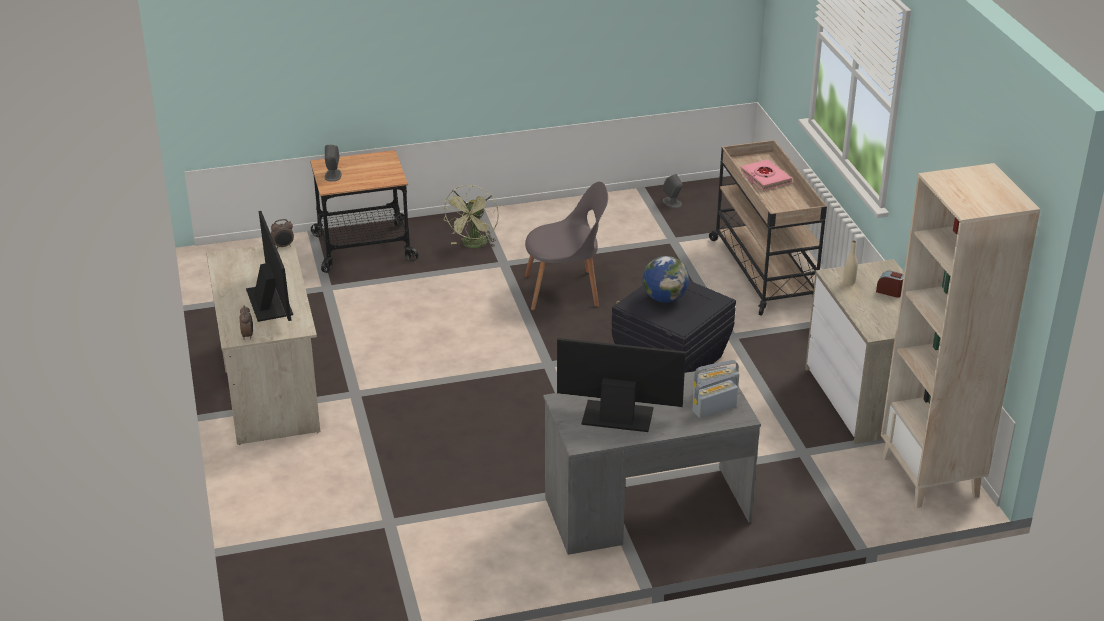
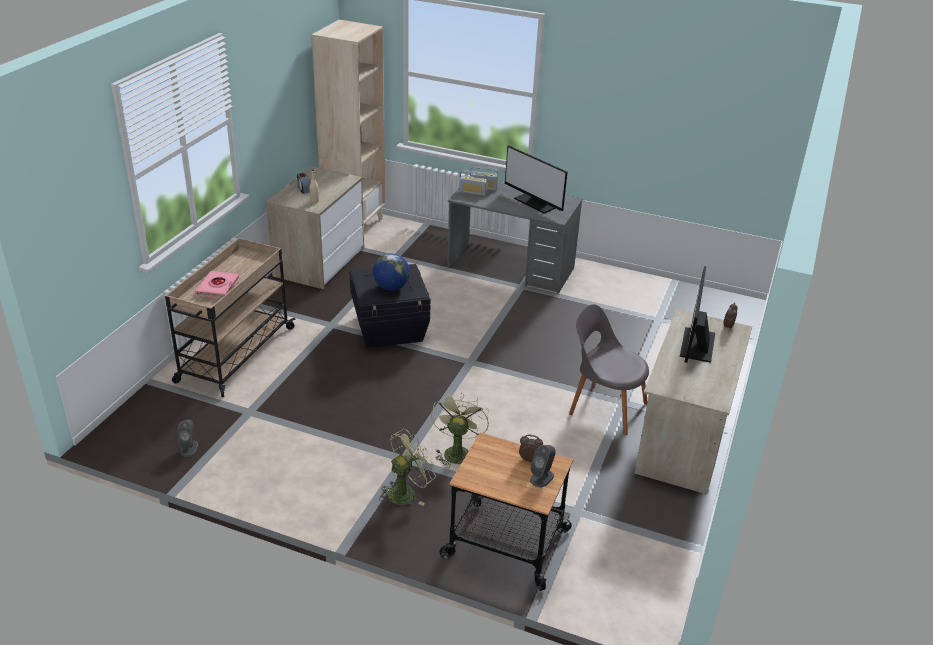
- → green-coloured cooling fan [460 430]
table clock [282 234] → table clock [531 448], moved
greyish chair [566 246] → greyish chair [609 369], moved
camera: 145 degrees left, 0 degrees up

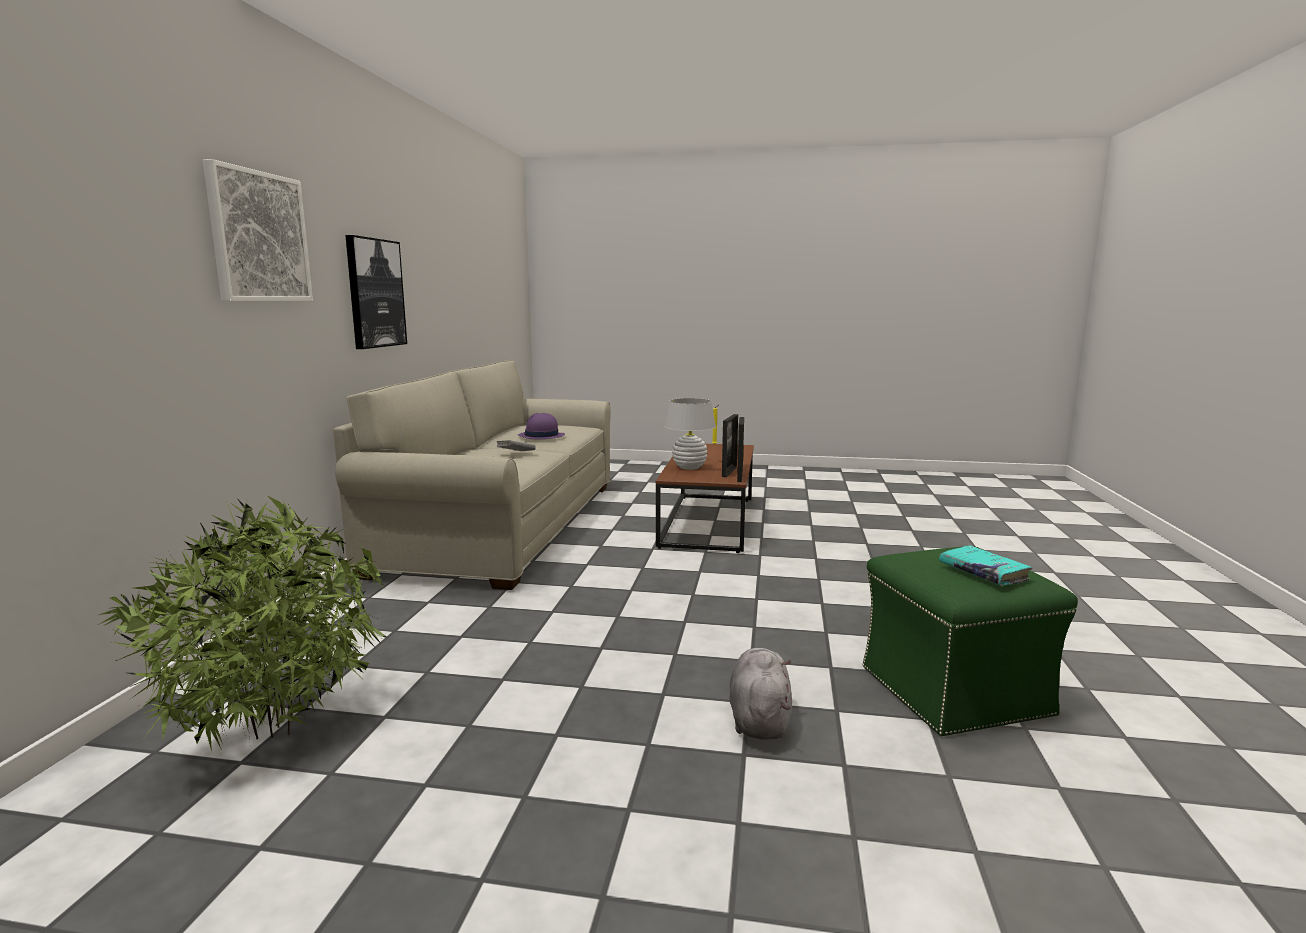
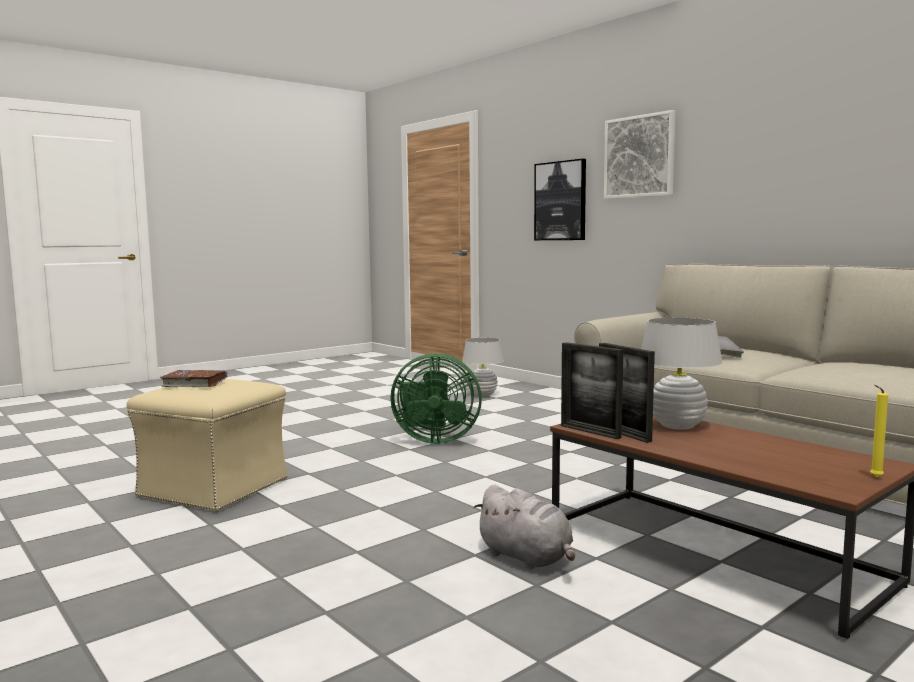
green-coloured footrest [970 641] → beige-coloured footrest [207 445]
turquoise bound book [985 565] → brown bound book [193 378]
- → green-coloured cooling fan [436 398]
houseplant [243 623] → white table lamp [483 367]
greyish cuddly toy [761 694] → greyish cuddly toy [524 527], moved
wall art [376 292] → wall art [560 199], moved
purple-coloured clothing hat [541 426] → -
camera: 130 degrees right, 5 degrees down

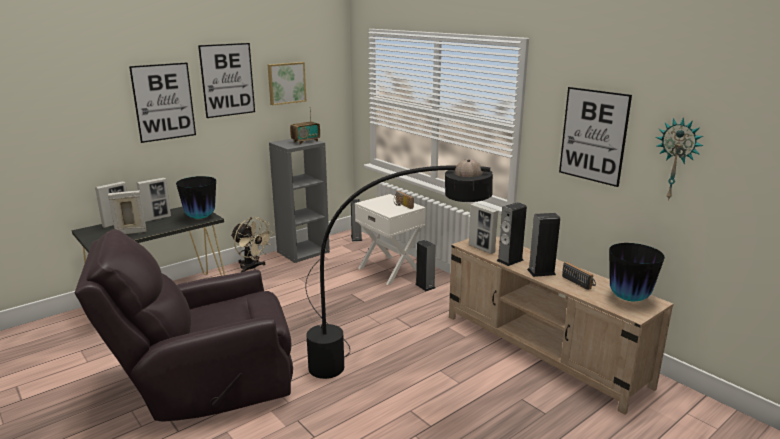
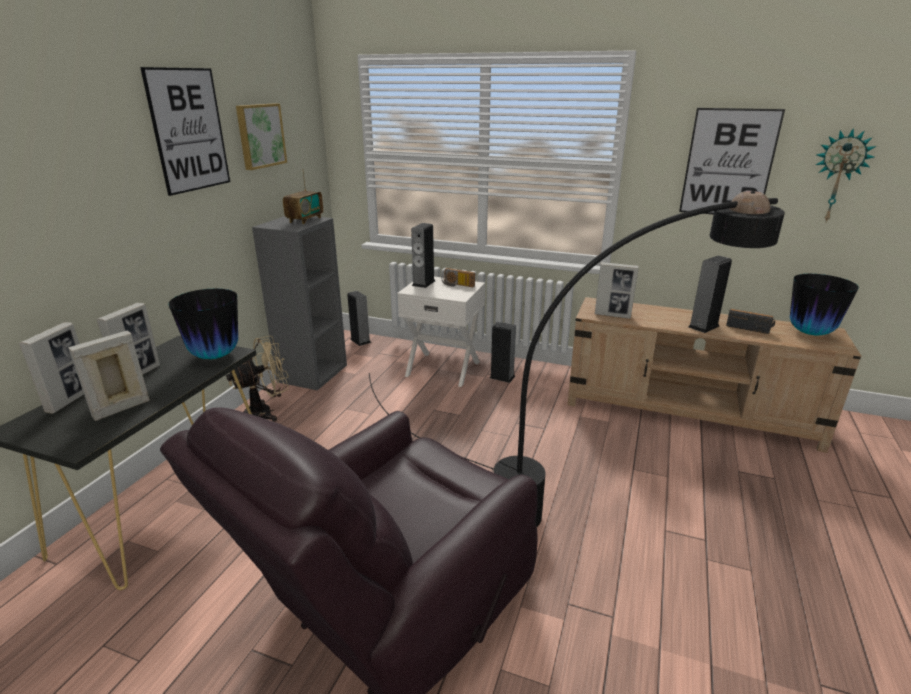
beige-coloured cooling fan [252 244] → beige-coloured cooling fan [257 378], 45 degrees counterclockwise
speaker [512 234] → speaker [423 255], moved
wall art [162 103] → -
camera: 30 degrees left, 5 degrees up

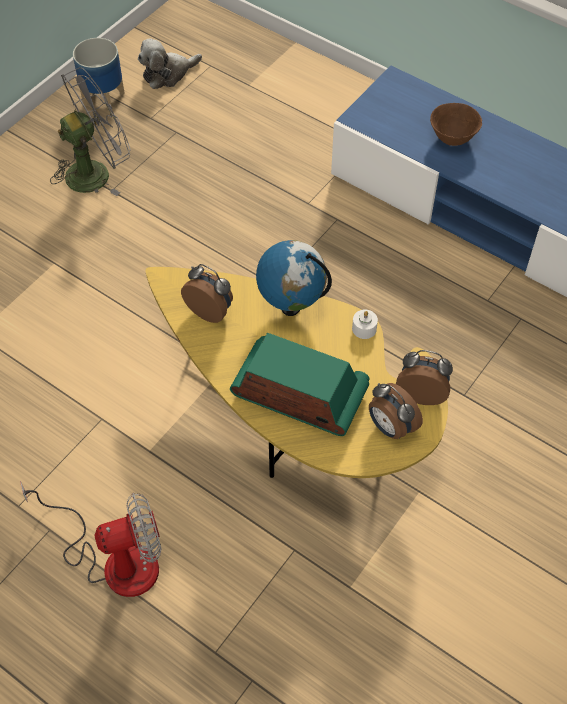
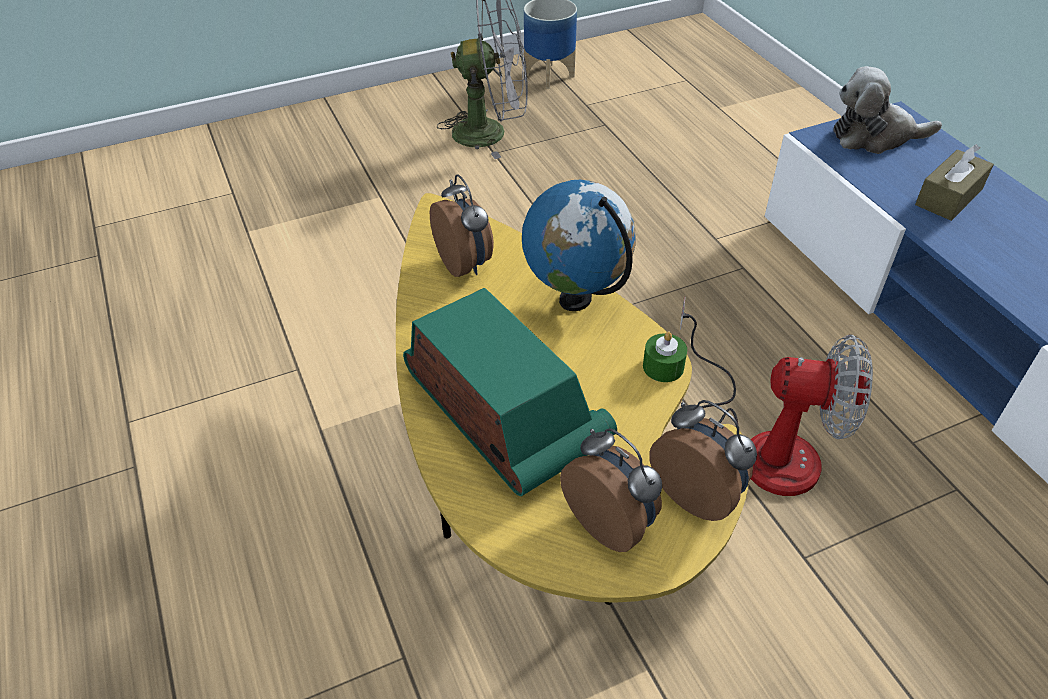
table clock [396 411] → table clock [611 490], 150 degrees clockwise
white candle [365 324] → green-coloured candle [665 356]
cooling fan [91 539] → cooling fan [776 397], moved
cuddly toy [170 64] → cuddly toy [887 110], moved
brown deep dish [456 124] → brown tissue box [954 182]
camera: 30 degrees right, 10 degrees down

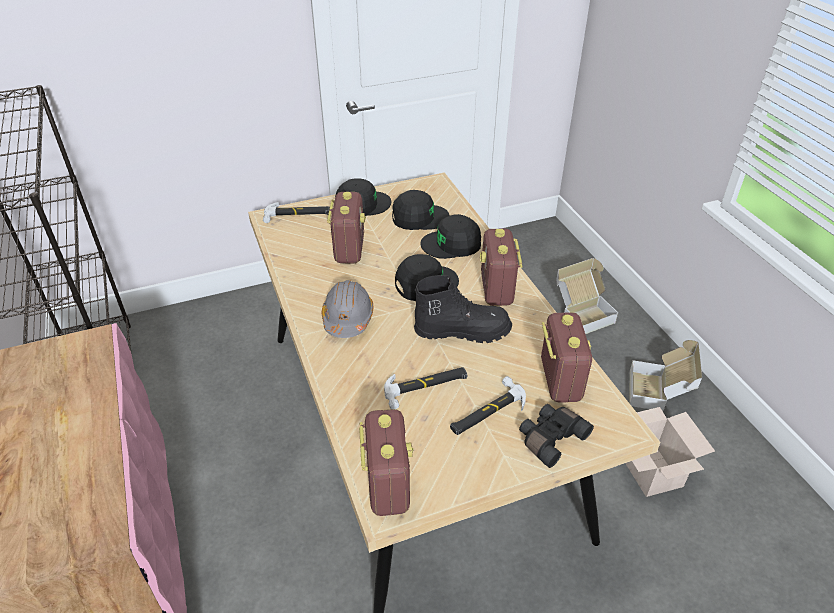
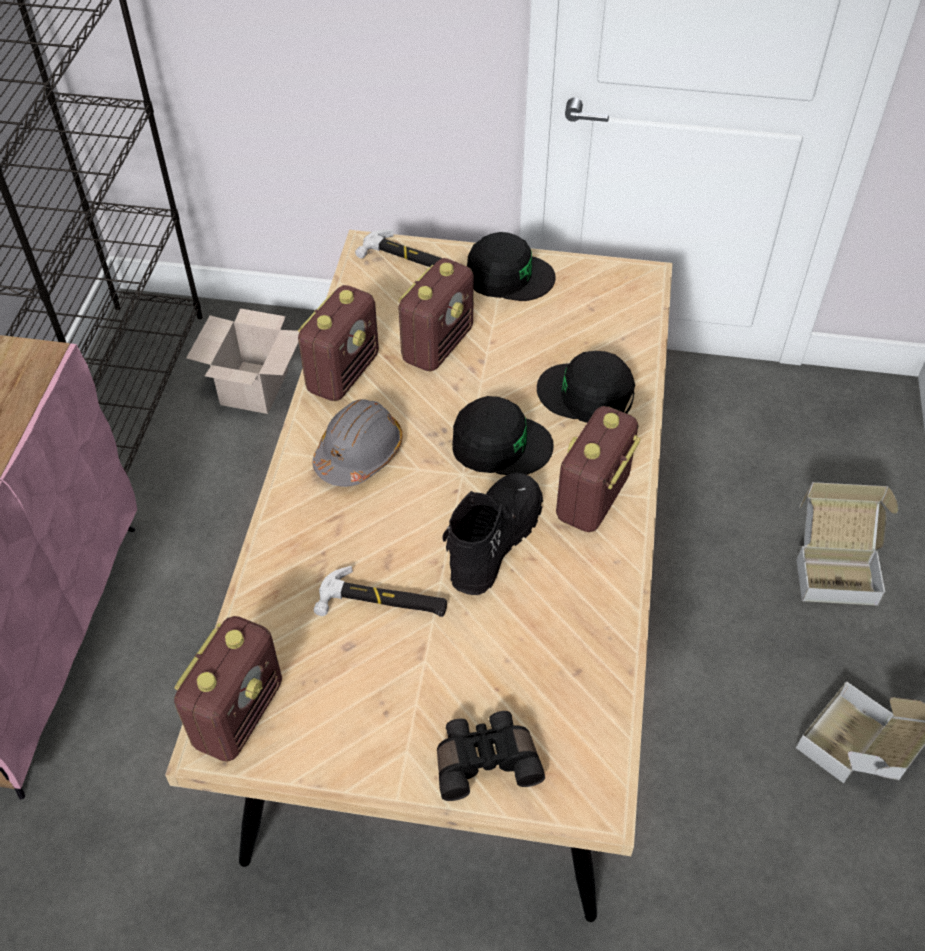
packing box [670 452] → packing box [242 361], moved
radio receiver [566 357] → radio receiver [338 343], moved
blackish tall boot [463 309] → blackish tall boot [492 534], 90 degrees counterclockwise
blackish peaked cap [421 210] → -
tool hammer [488 405] → -
camera: 30 degrees right, 10 degrees up

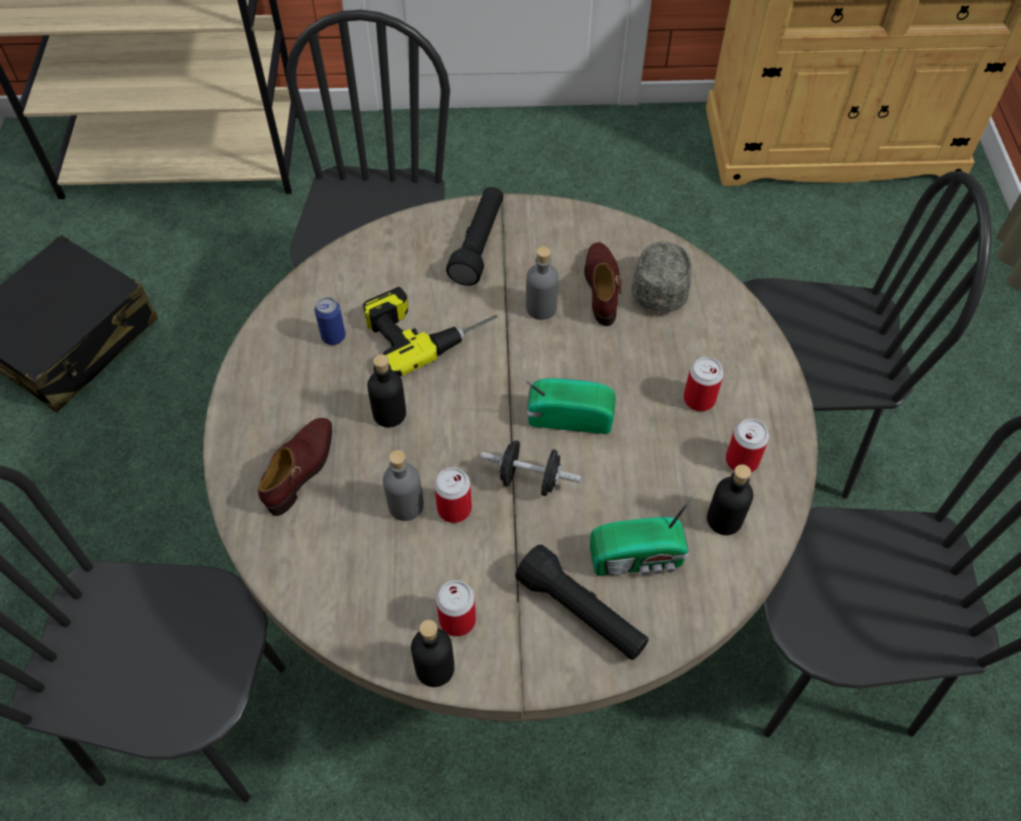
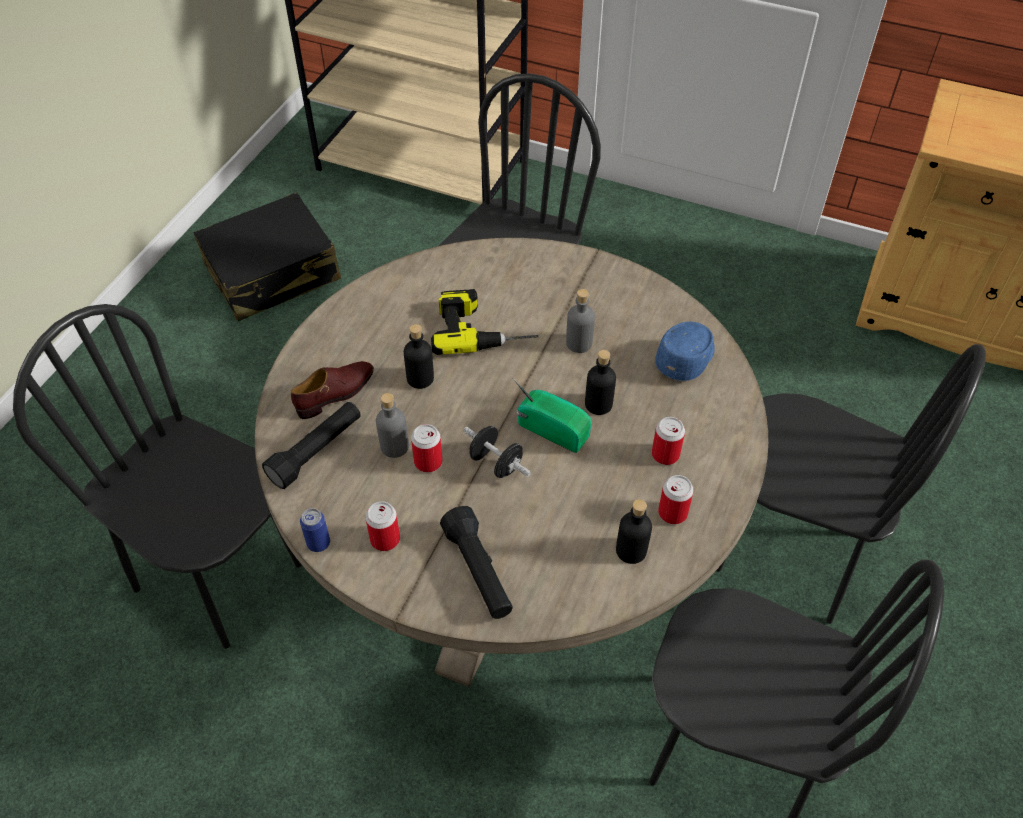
blackish torch [475 236] → blackish torch [311 445], moved
sealed can [330 321] → sealed can [315 530], moved
blackish drink bottle [432 653] → blackish drink bottle [600 382], moved
greyish peaked cap [662 277] → blue-coloured peaked cap [685 351]
brown item of footwear [602 284] → -
radio receiver [643 533] → -
camera: 25 degrees right, 5 degrees down

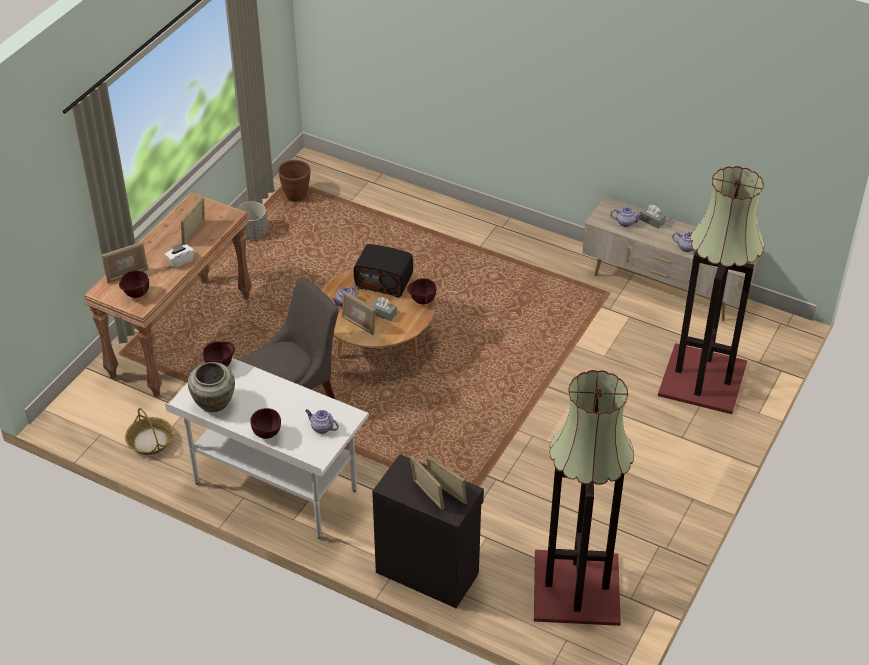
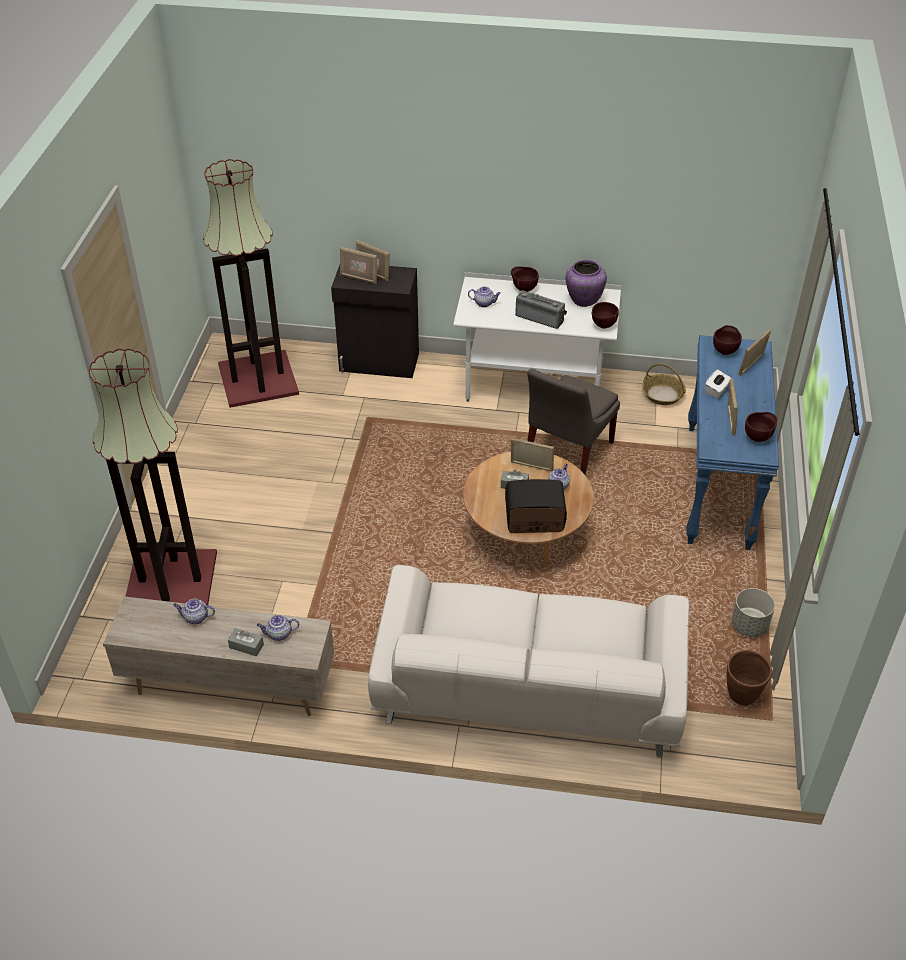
- → white sofa [529 661]
- → radio receiver [541 309]
beige-coloured vase [211 387] → purple-coloured vase [586 283]
brown narrow table [168 295] → blue-coloured narrow table [732 442]
brown deep dish [421 291] → brown deep dish [761 427], moved
camera: 160 degrees right, 0 degrees up

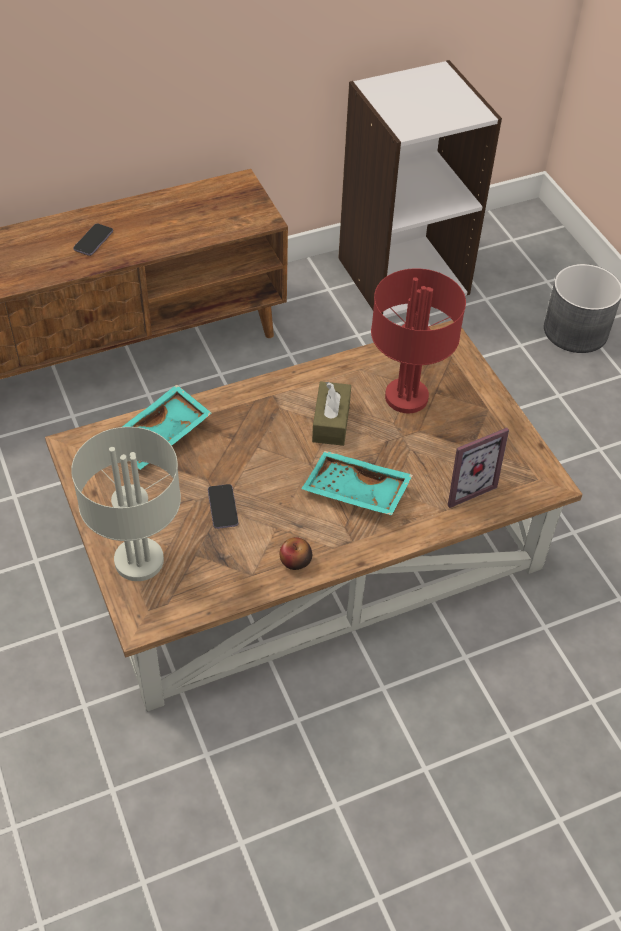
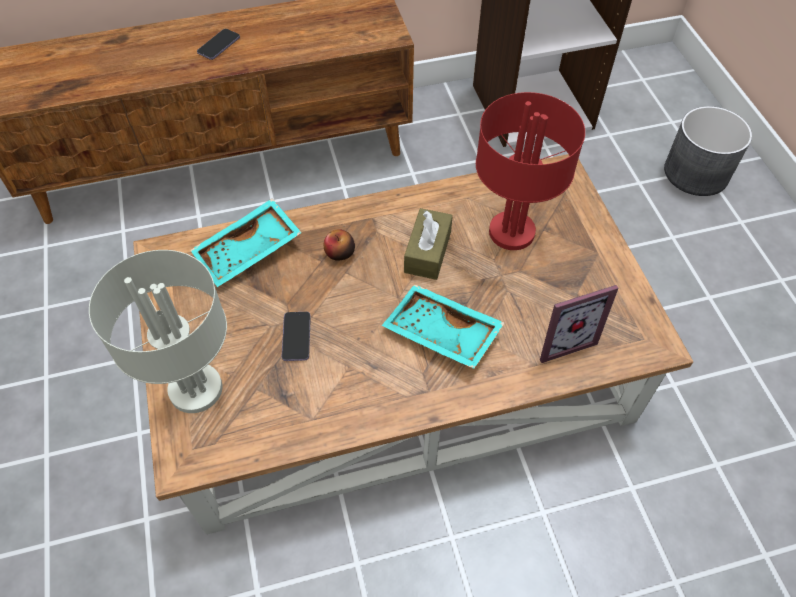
whole apple [296 553] → whole apple [339 245], moved
camera: 10 degrees right, 5 degrees up

